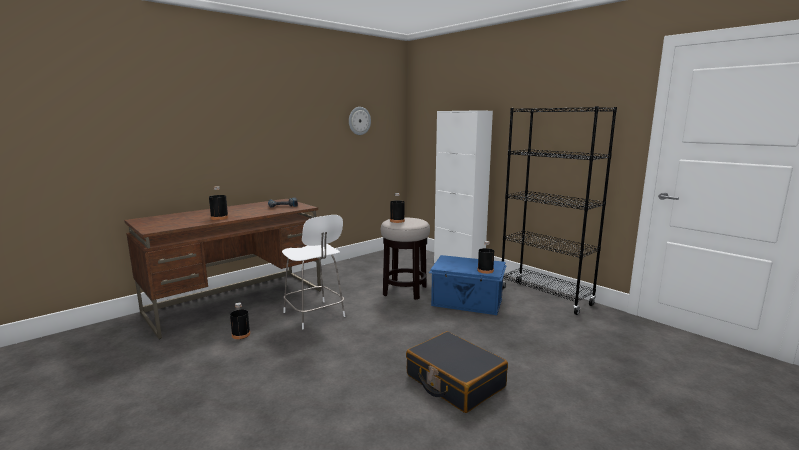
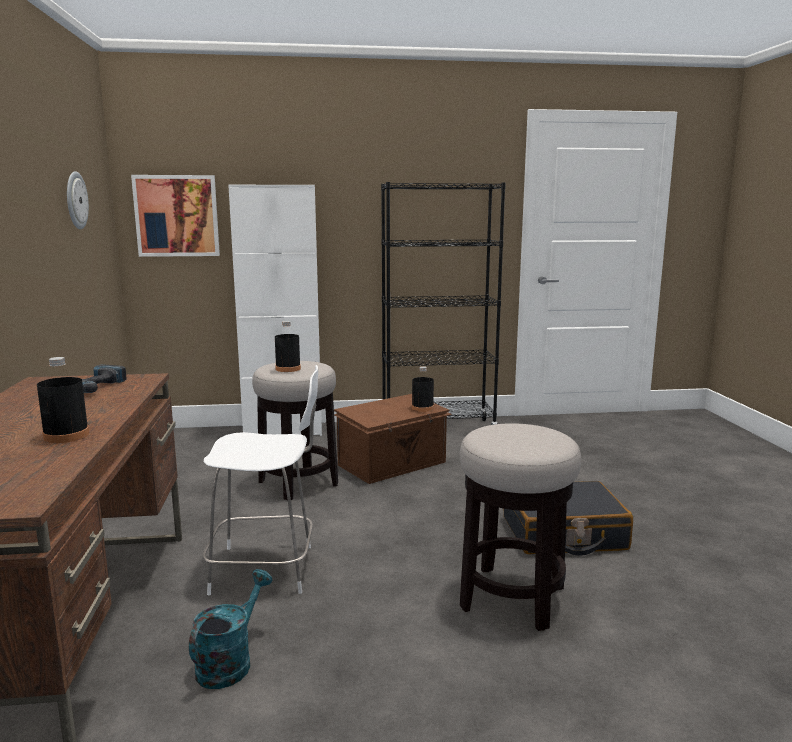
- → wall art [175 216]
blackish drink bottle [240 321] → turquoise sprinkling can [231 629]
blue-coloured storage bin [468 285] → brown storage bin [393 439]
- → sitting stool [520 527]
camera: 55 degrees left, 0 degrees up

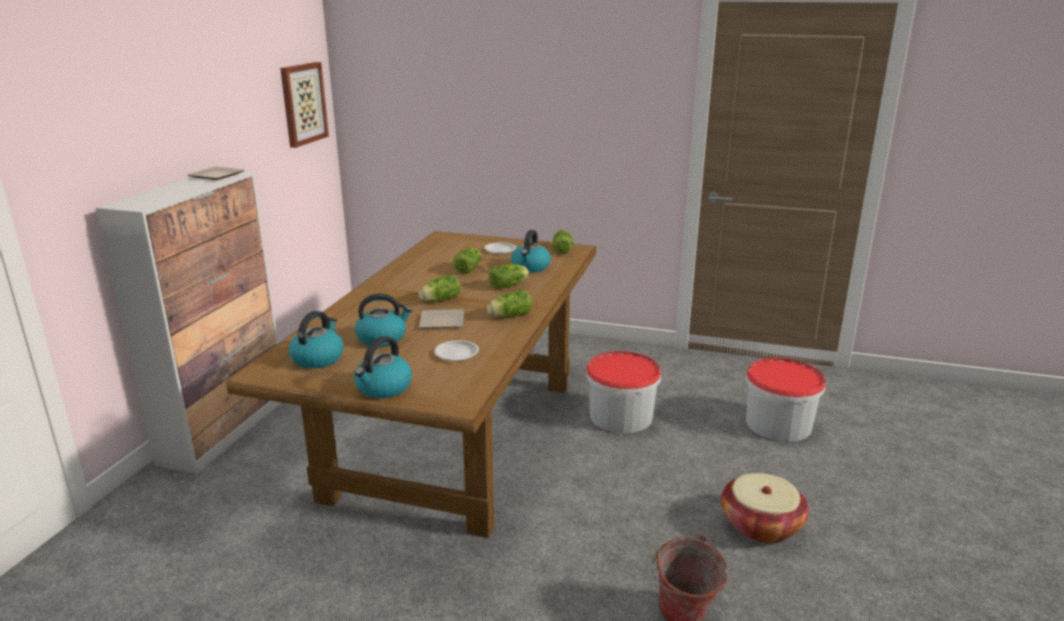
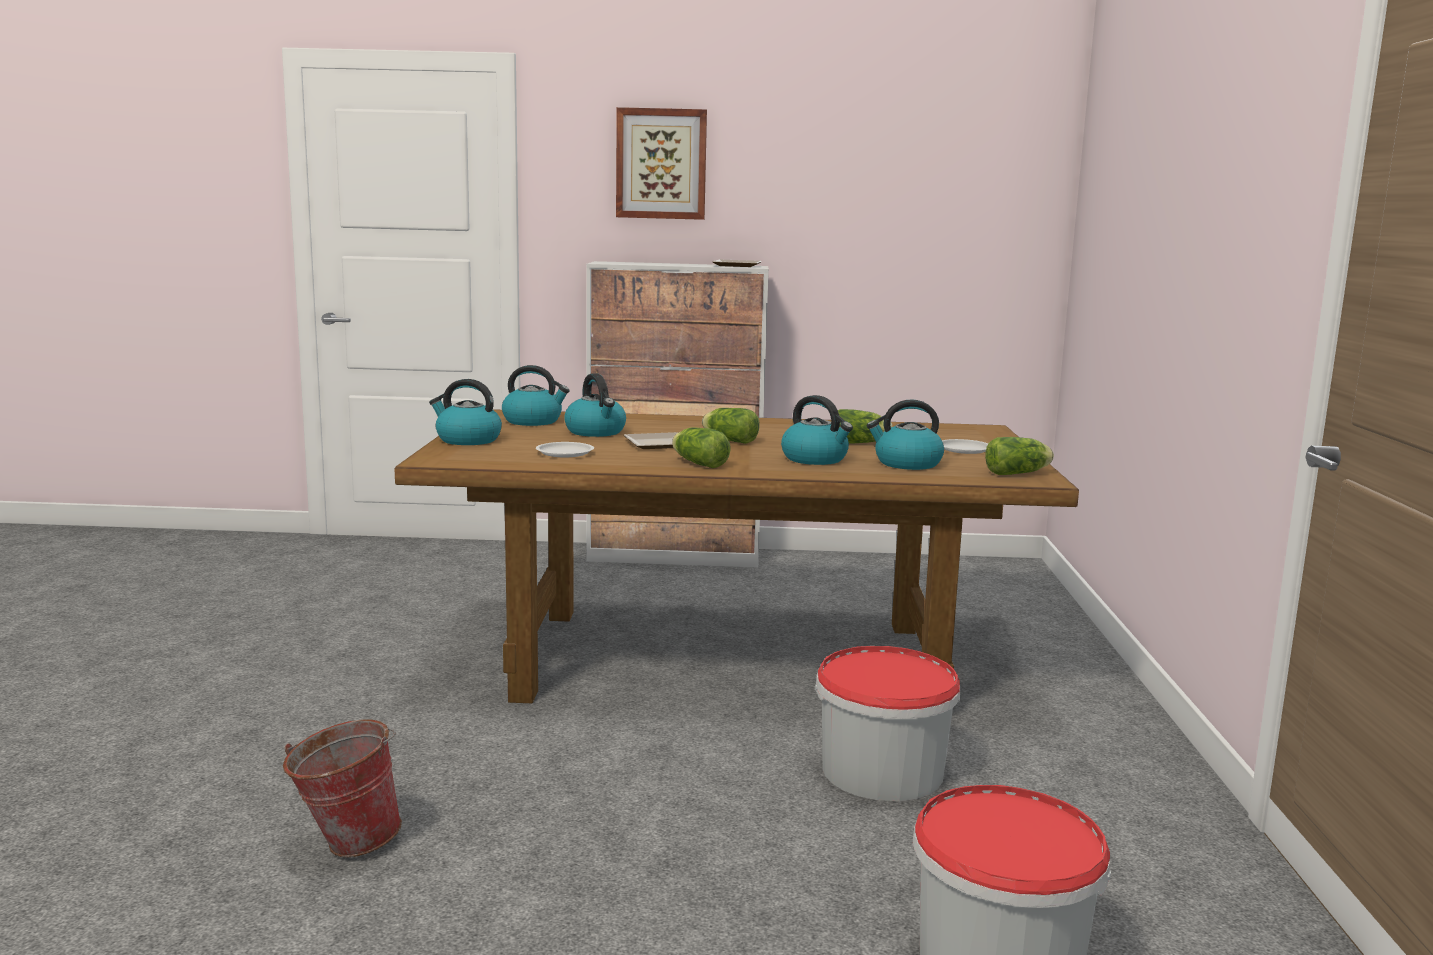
wall art [304 105] → wall art [661 163], moved
lettuce head [509 276] → tea kettle [817 430]
storage basket [765 508] → -
camera: 75 degrees right, 10 degrees down

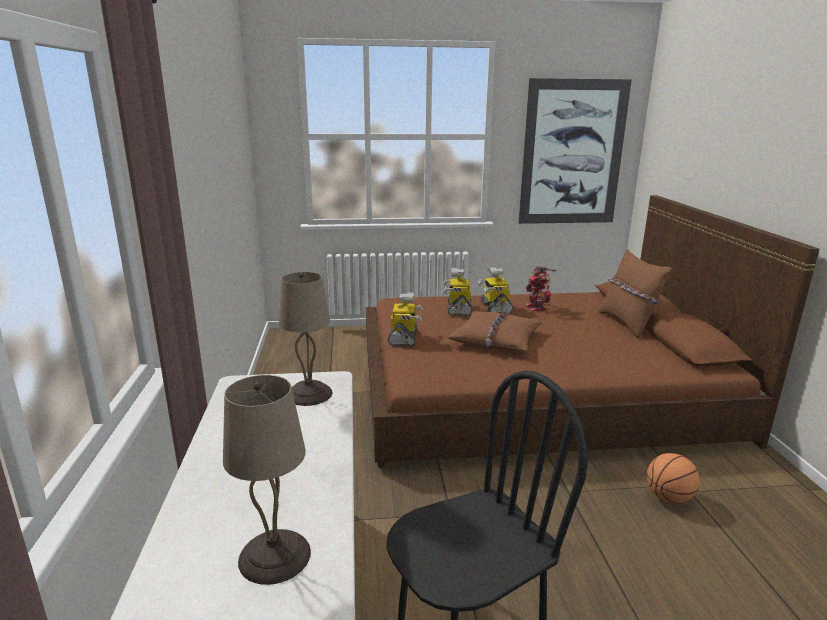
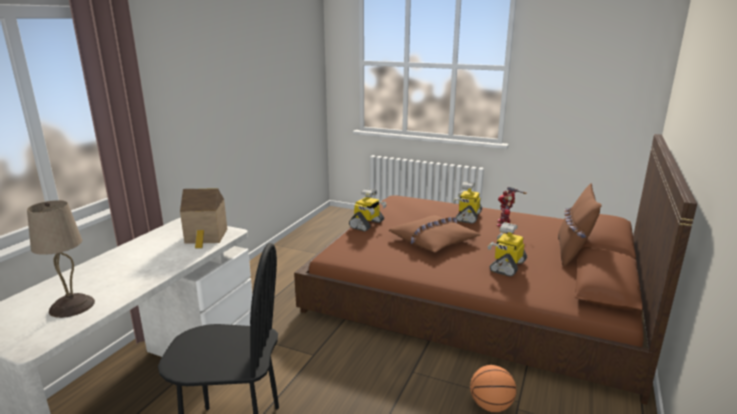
beige-coloured table lamp [306 339] → miniature house [203 218]
robot figure [458 292] → robot figure [507 249], moved
wall art [575 151] → -
camera: 30 degrees right, 0 degrees up

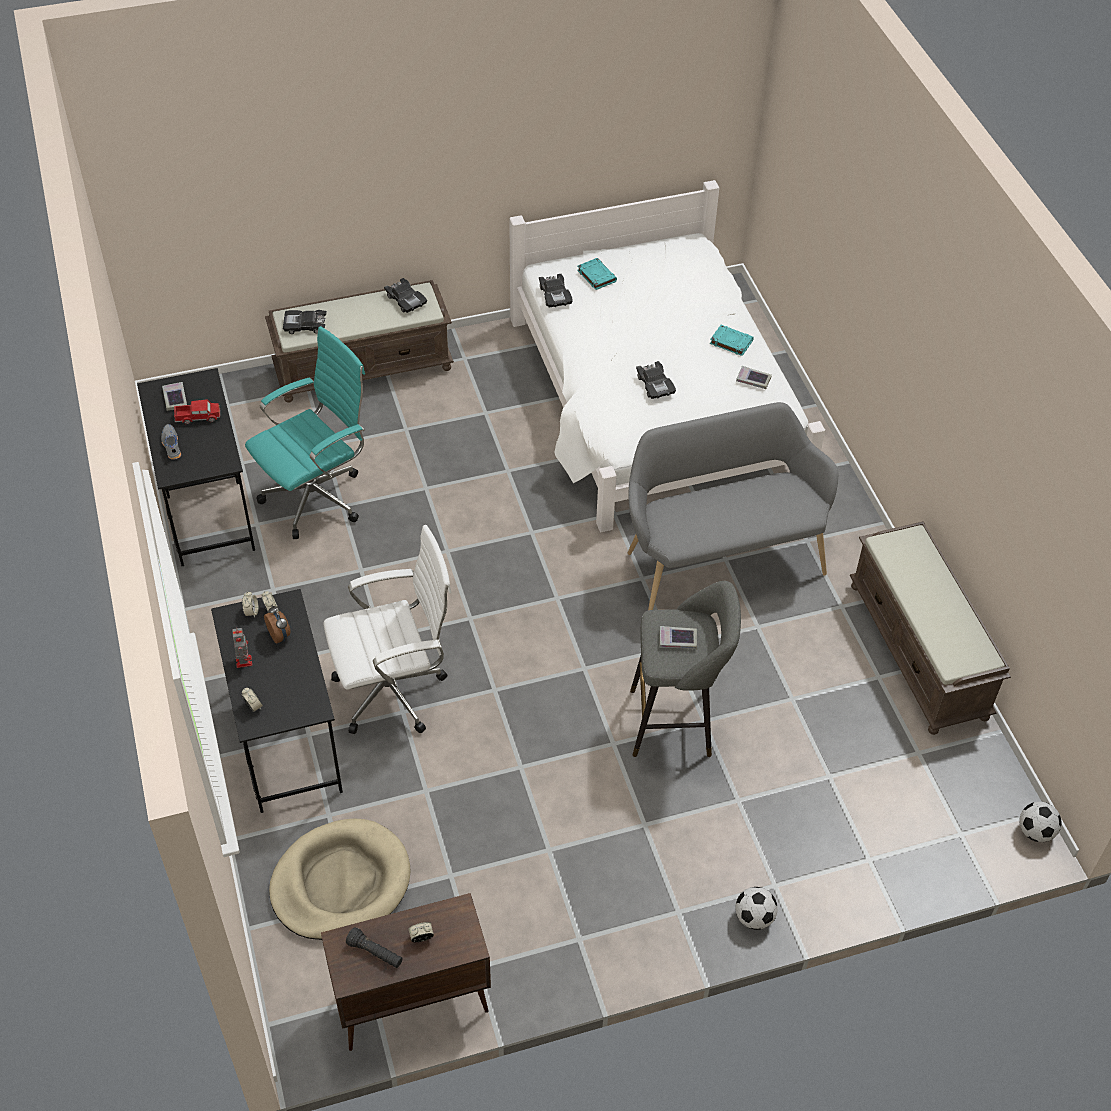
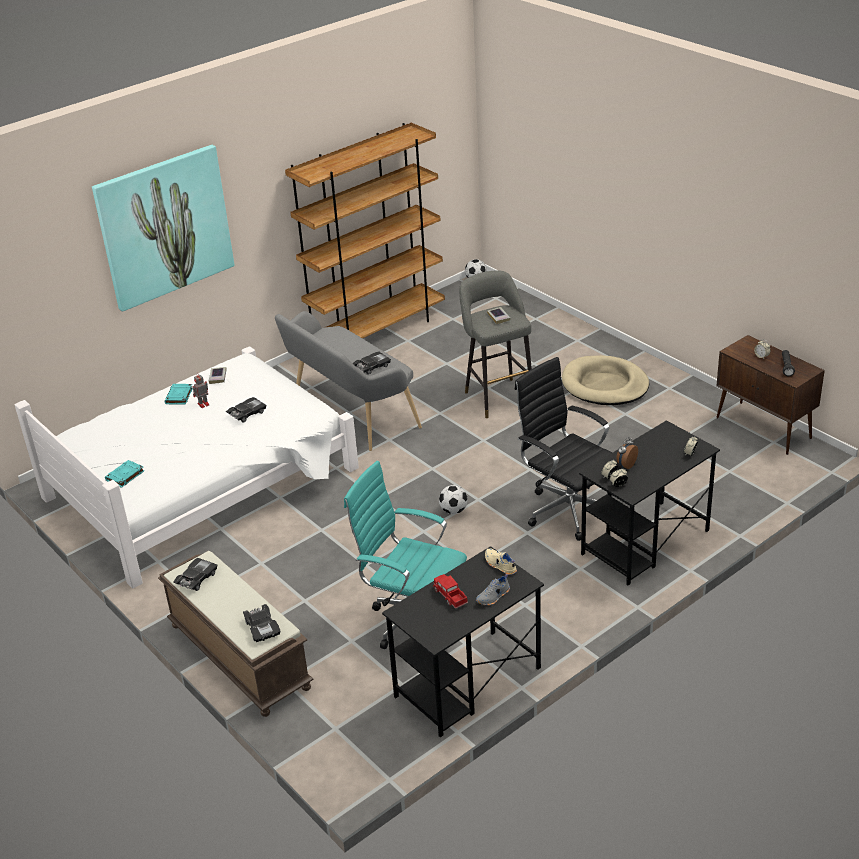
- → wall art [163 228]
robot figure [242 648] → robot figure [200 391], moved
brown long seat [930 628] → brown bookcase [365 231]
blackish model car [556 290] → blackish model car [371 363], moved
football [756 908] → football [453 499], moved
- → beige-coloured item of footwear [501 561]
white desk chair [388 629] → blackish desk chair [563 449]
beige-coloured pet bed [340 879] → beige-coloured pet bed [605 380], moved
bound book [174 396] → -
camera: 110 degrees left, 15 degrees down

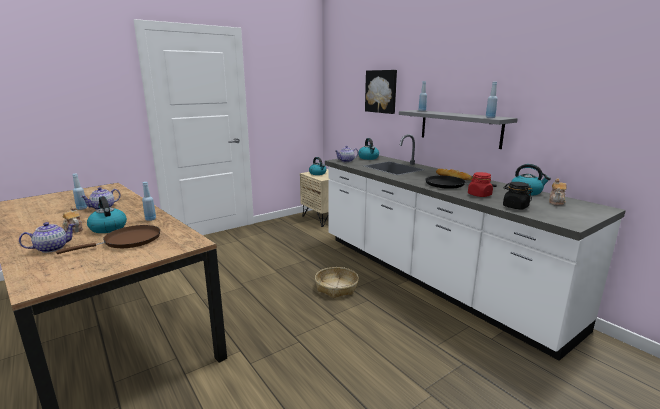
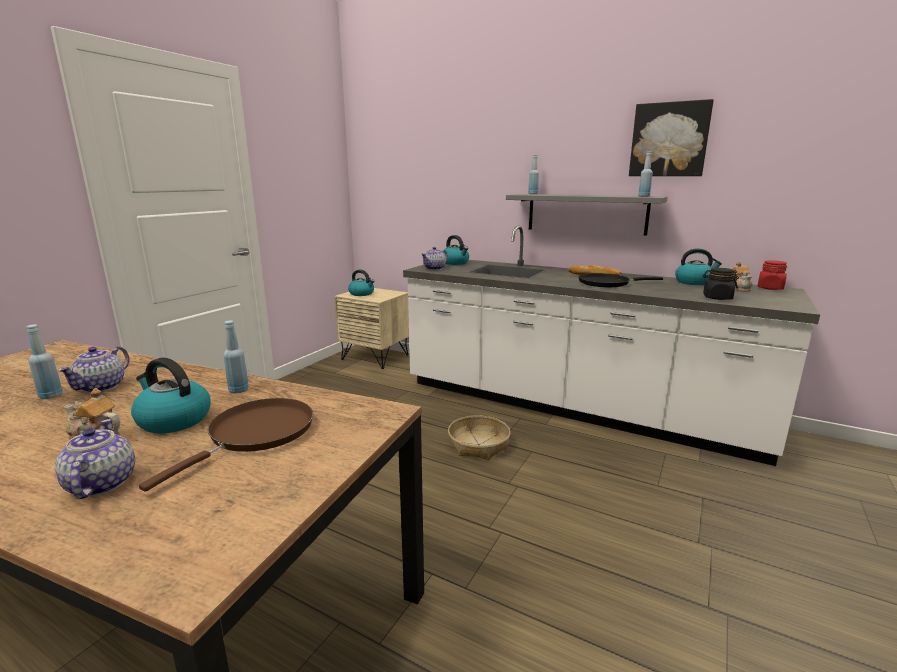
tea pot [47 237] → tea pot [95 459], 45 degrees counterclockwise
wall art [381 92] → wall art [671 137], moved
red-coloured jar [480 184] → red-coloured jar [772 275], moved
camera: 25 degrees left, 0 degrees up

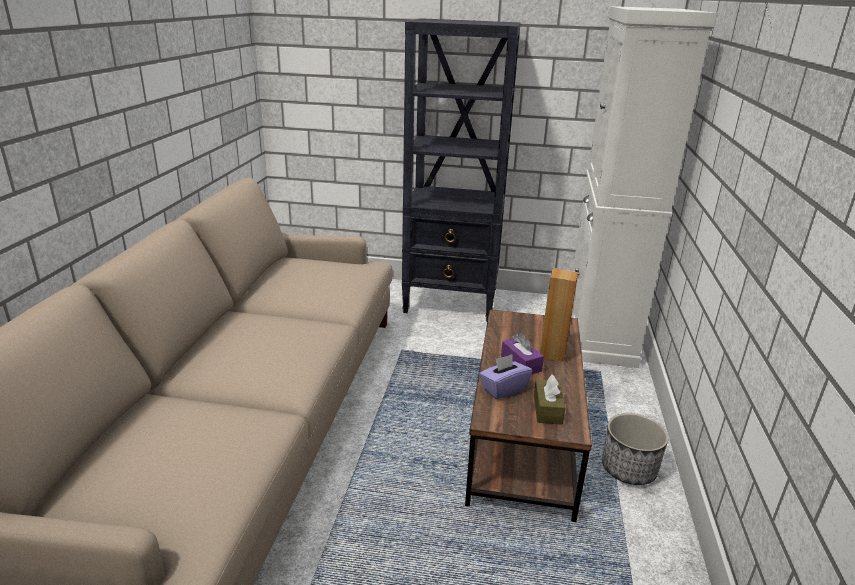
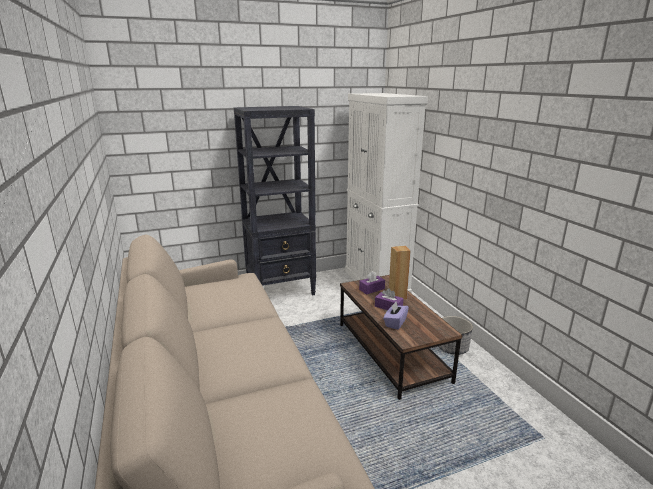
- → purple-coloured tissue box [372 283]
brown tissue box [549 400] → -
camera: 30 degrees left, 5 degrees down

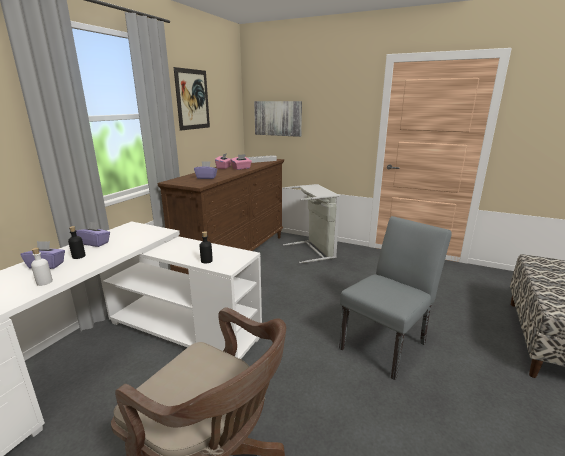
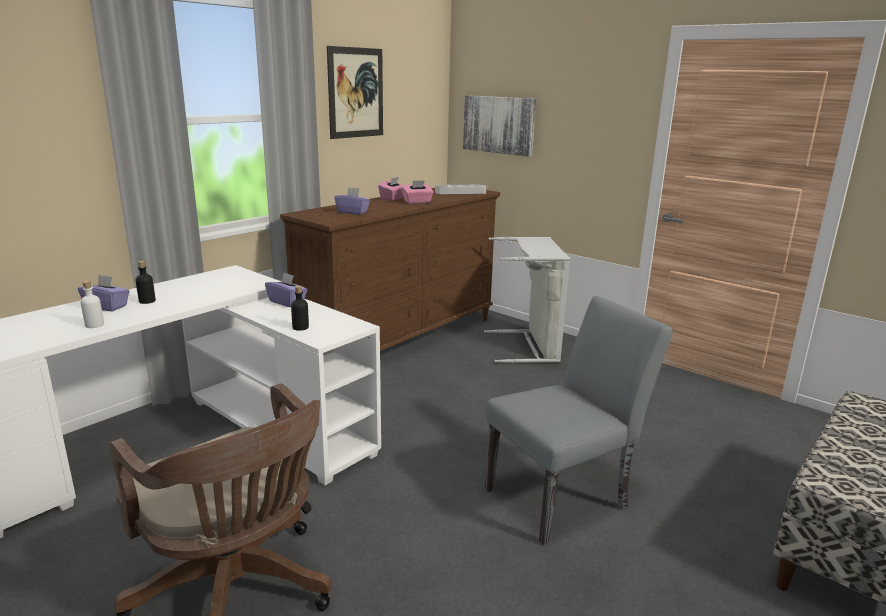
purple-coloured tissue box [93 234] → purple-coloured tissue box [286 290], moved
camera: 15 degrees right, 0 degrees up

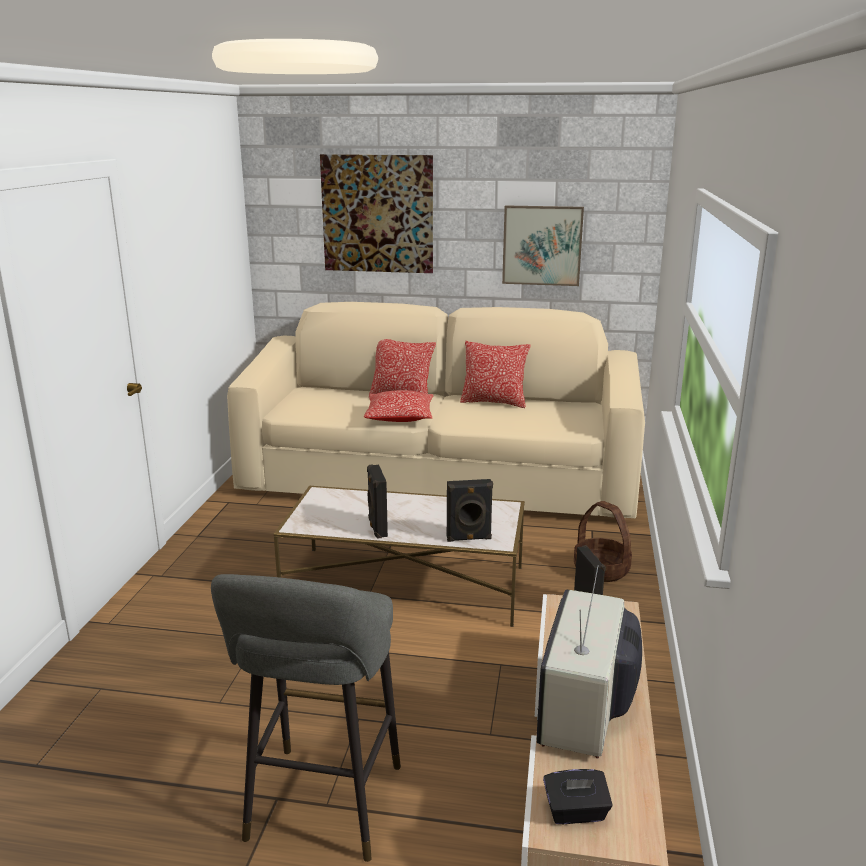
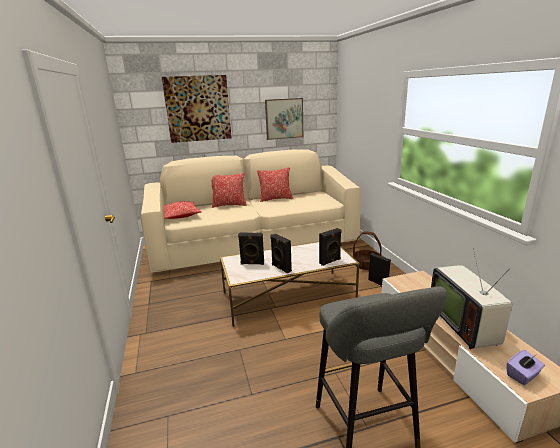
cushion [398 406] → cushion [183 210], moved
- → blackish speaker [251 249]
blackish tissue box [578 796] → purple-coloured tissue box [526 367]
camera: 25 degrees left, 0 degrees up

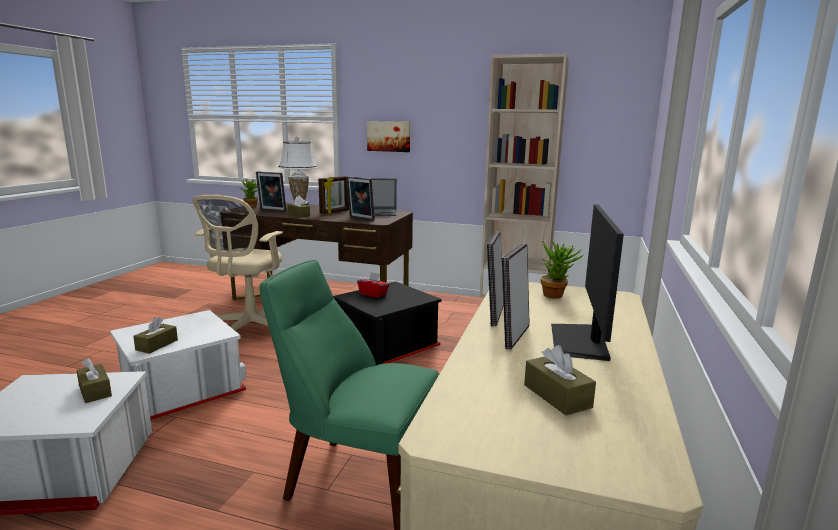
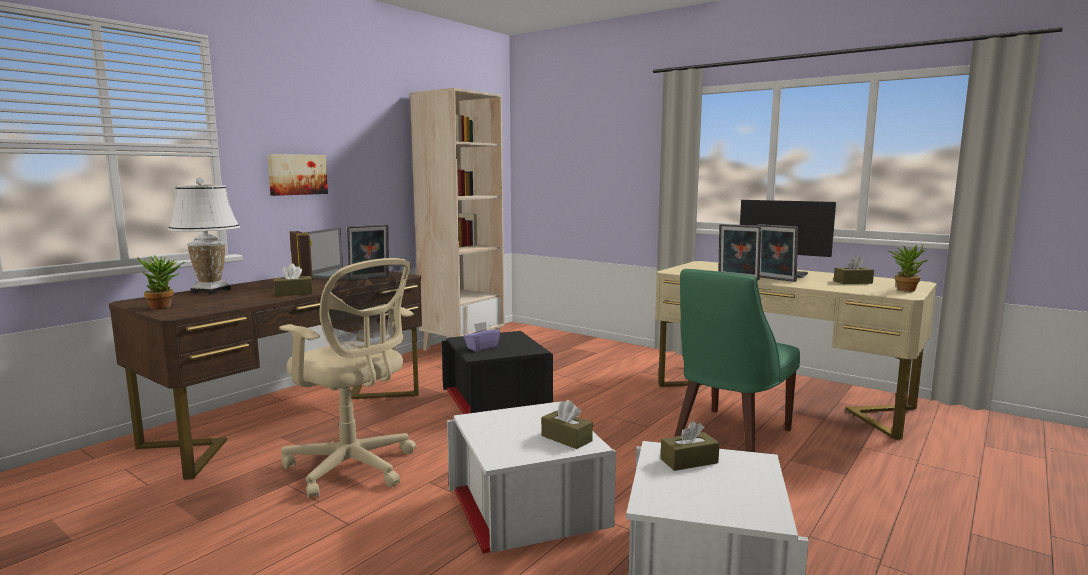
red-coloured tissue box [373 285] → purple-coloured tissue box [482 336]
houseplant [562 270] → houseplant [908 268], moved
standing frame [271 192] → -
camera: 70 degrees left, 5 degrees down

